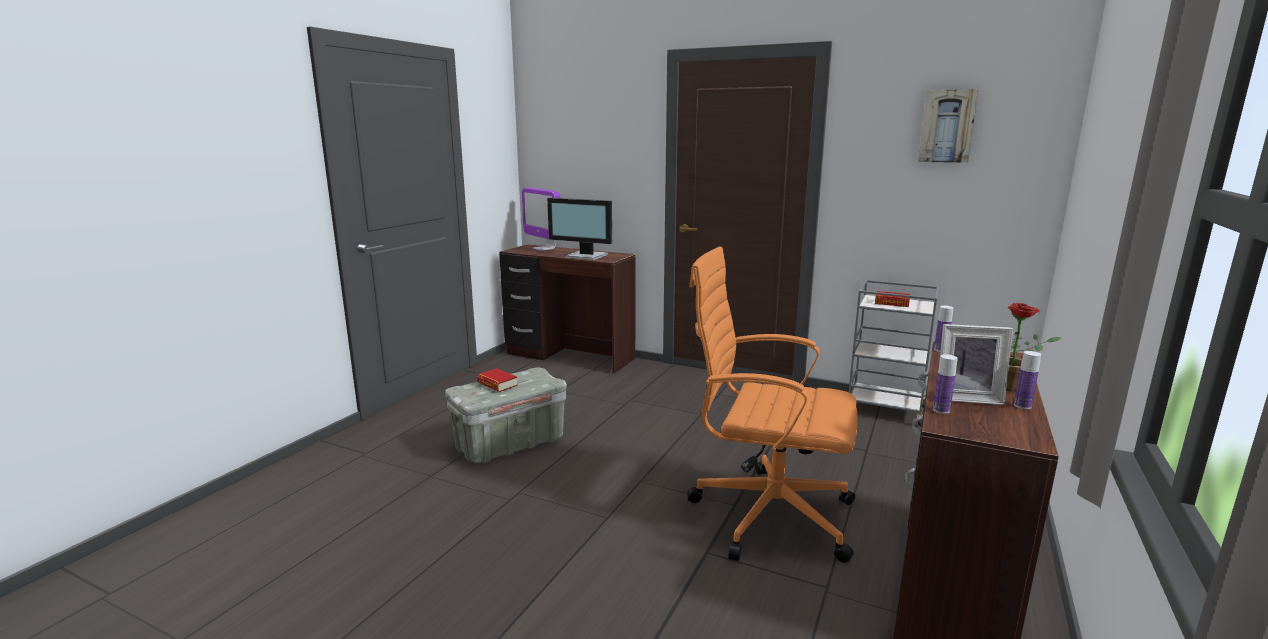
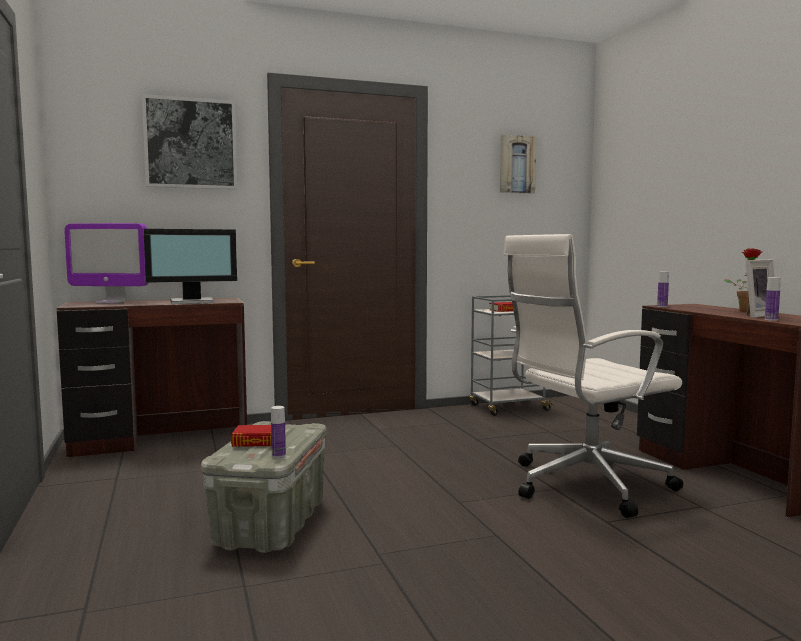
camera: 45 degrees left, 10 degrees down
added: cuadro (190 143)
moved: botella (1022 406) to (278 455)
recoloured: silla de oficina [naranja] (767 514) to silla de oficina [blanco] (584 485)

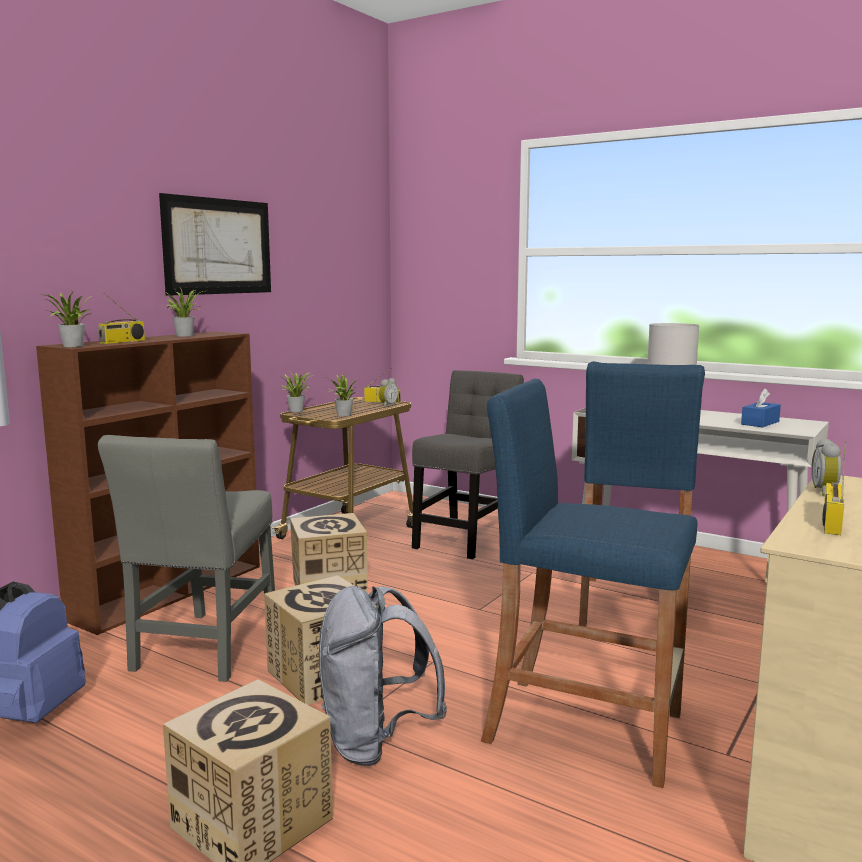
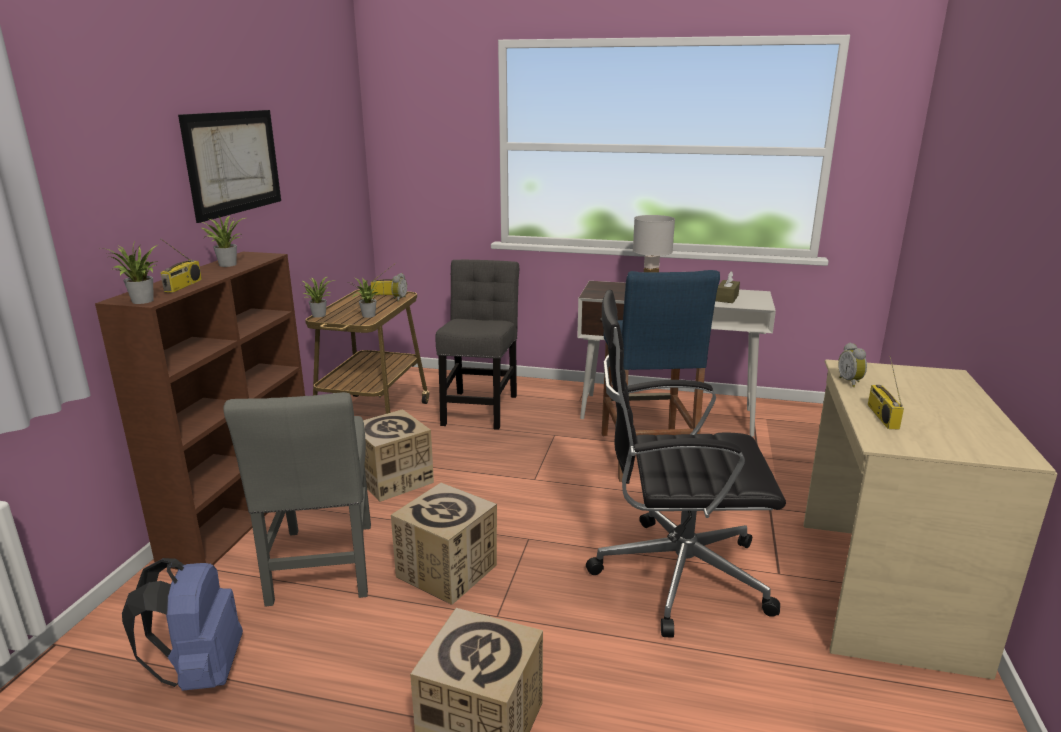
camera: 20 degrees left, 10 degrees up
removed: mochila [gris] (375 742)
replaced: taburete [azul] (584 728) to silla de oficina [negro] (675 574)
recoloured: caja de pañuelos [azul] (760 423) to caja de pañuelos [marrón] (727 298)

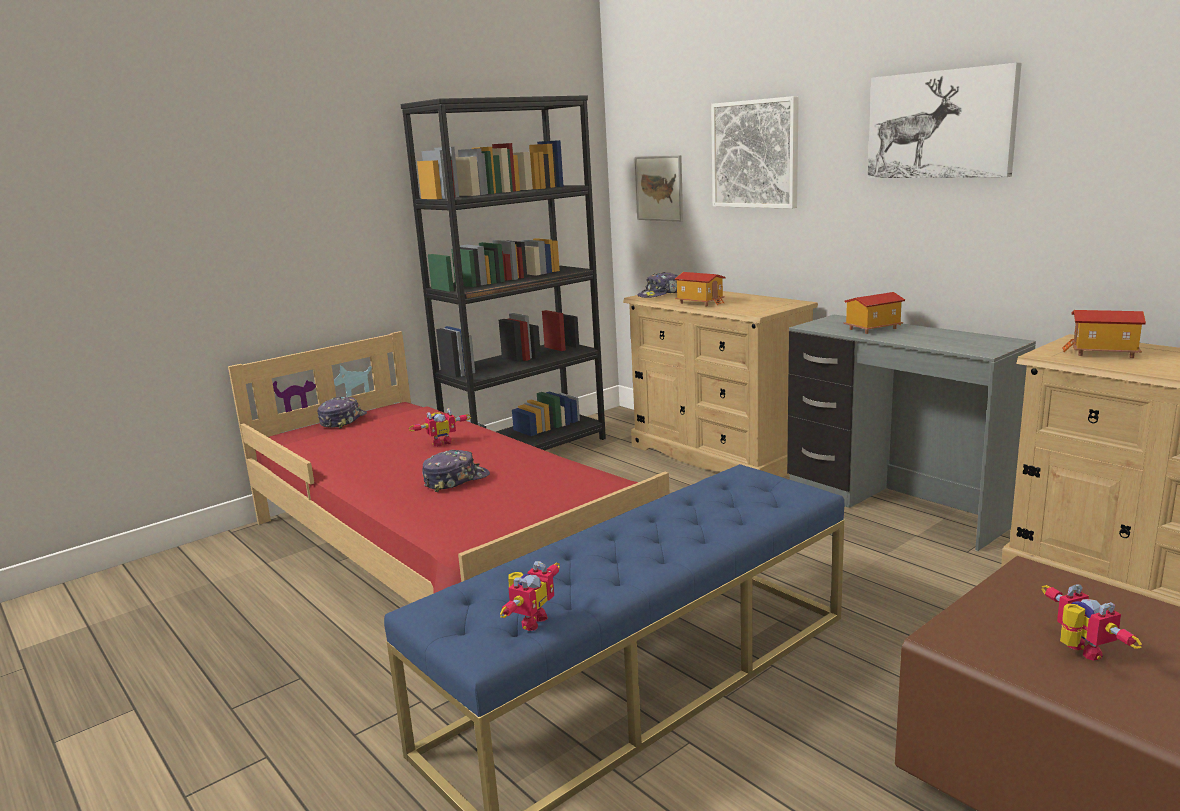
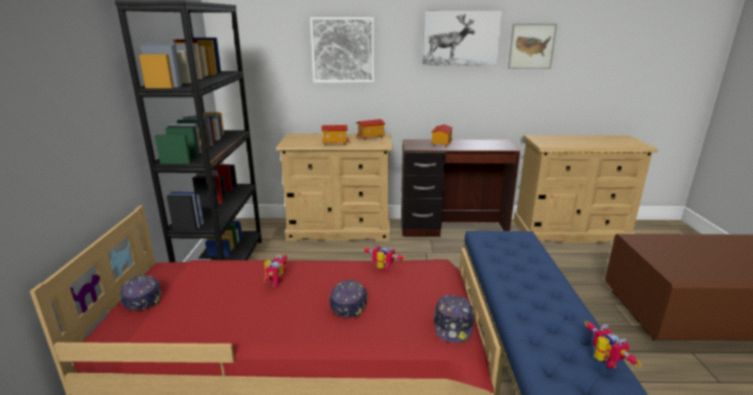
camera: 50 degrees left, 5 degrees up
moved: cuadro (659 188) to (531 46); gorra (661 295) to (453 325); robot de juguete (1078 652) to (382 269); casita (1103 353) to (370 137)
recoloured: escritorio [gris] (894 506) to escritorio [marrón] (453 229)

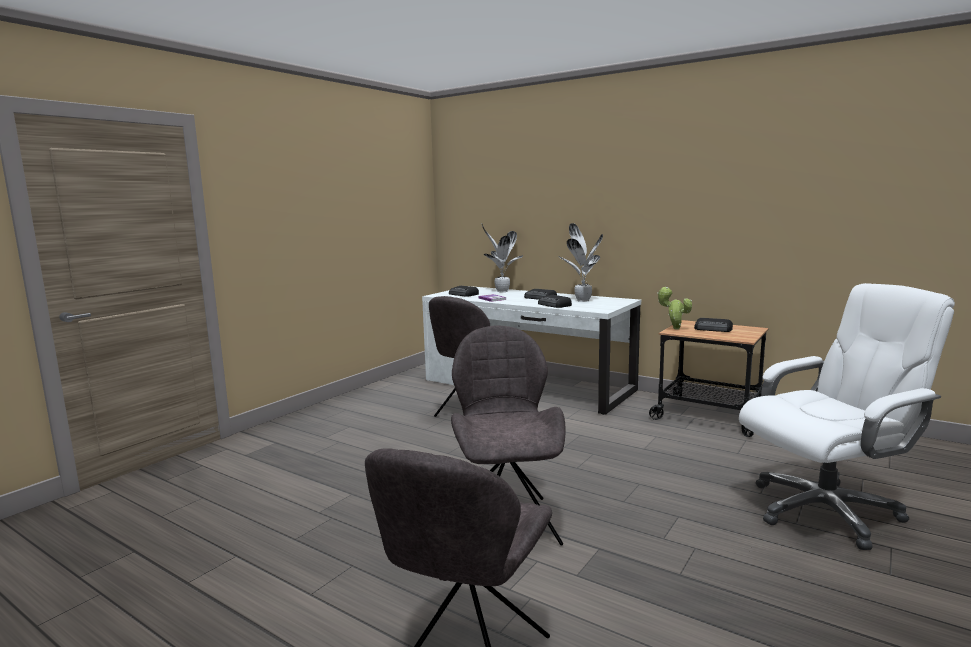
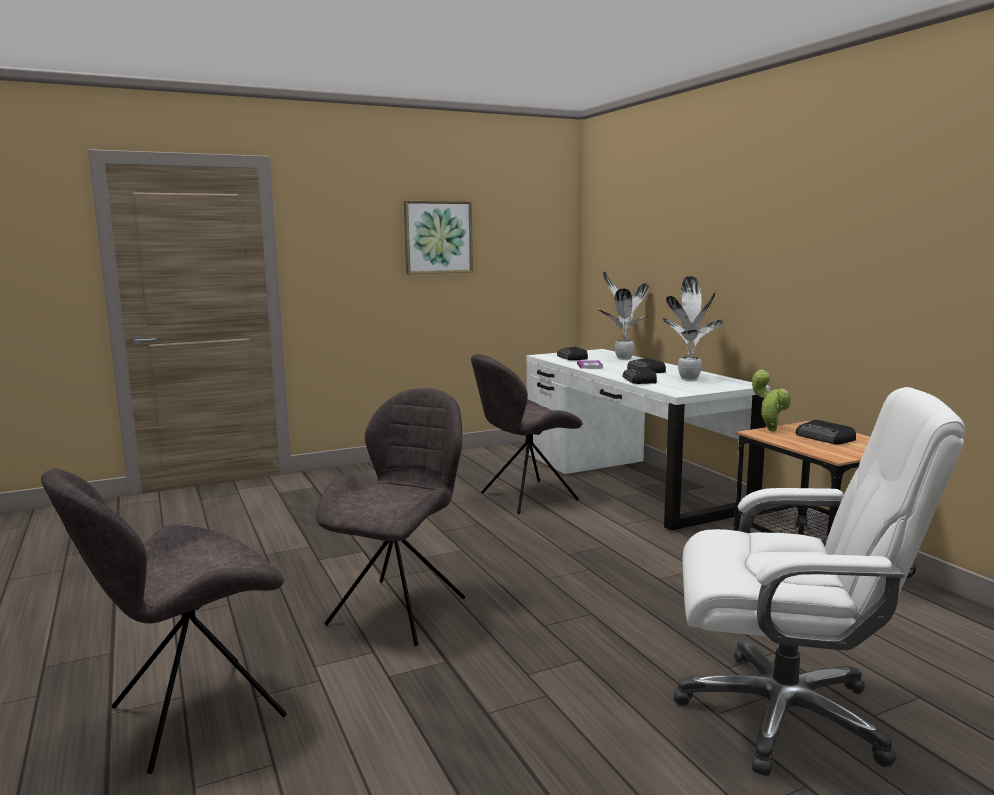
camera: 30 degrees right, 0 degrees up
added: cuadro (438 237)

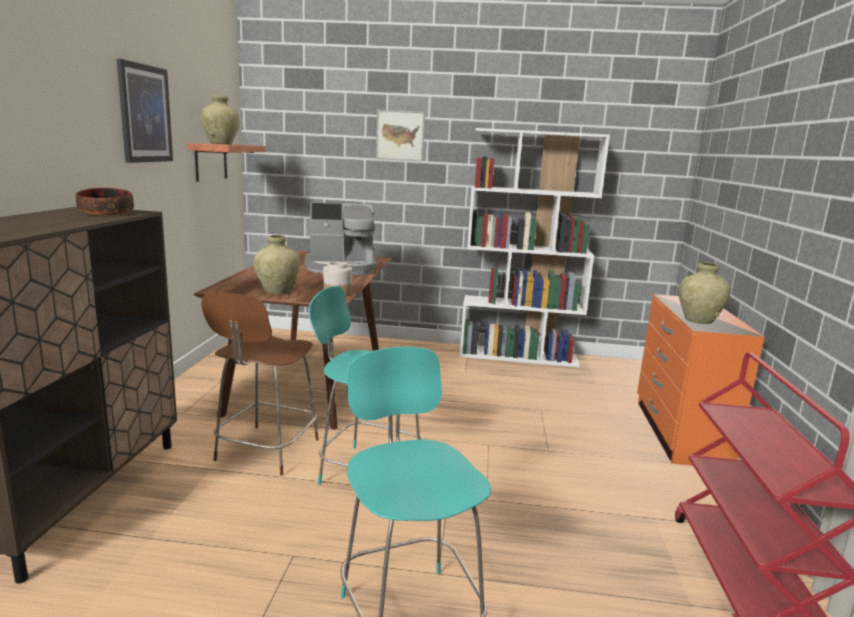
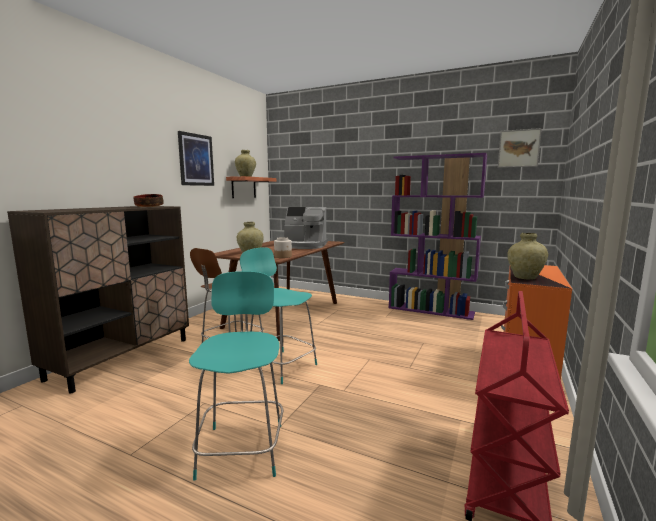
camera: 20 degrees right, 5 degrees down
moved: cuadro (400 135) to (518 148)
recoloured: estantería [blanco] (519 356) to estantería [morado] (431 310)

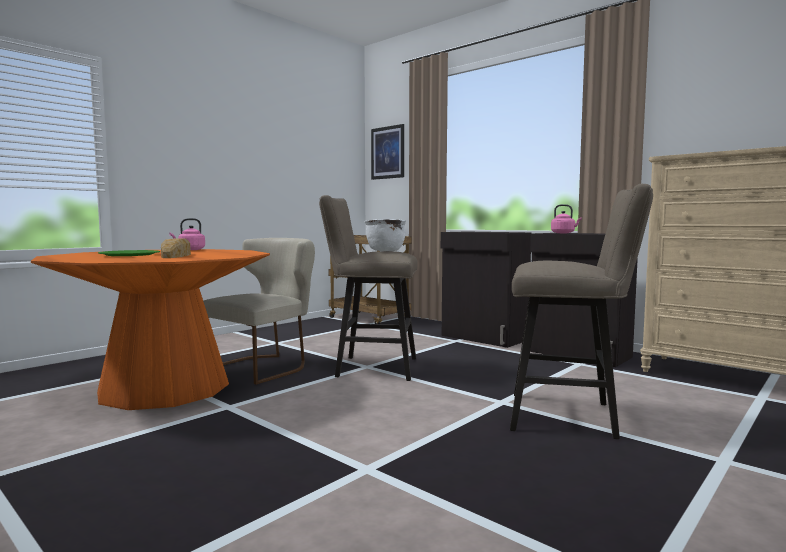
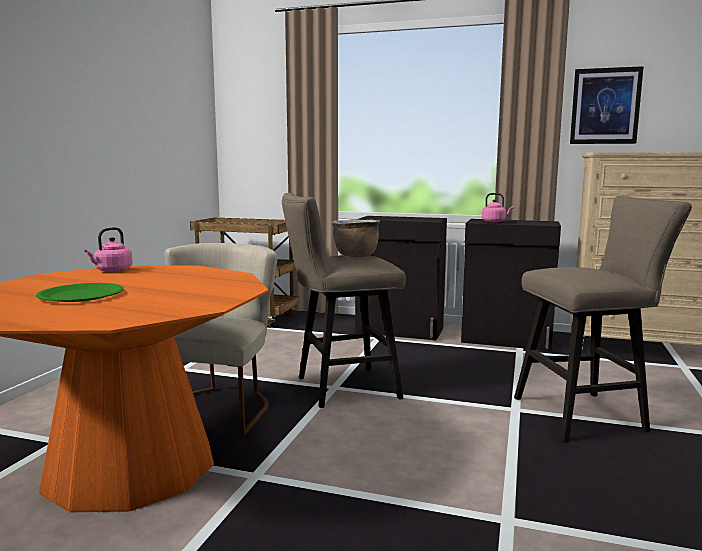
camera: 25 degrees left, 5 degrees up
removed: pan (176 256)
moved: cuadro (388 152) to (605 106)
recoloured: olla [blanco] (385 251) to olla [marrón] (355 256)

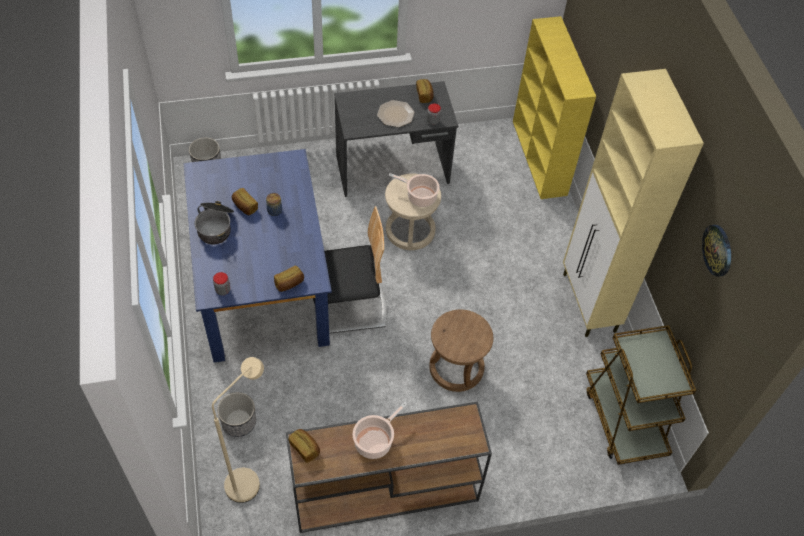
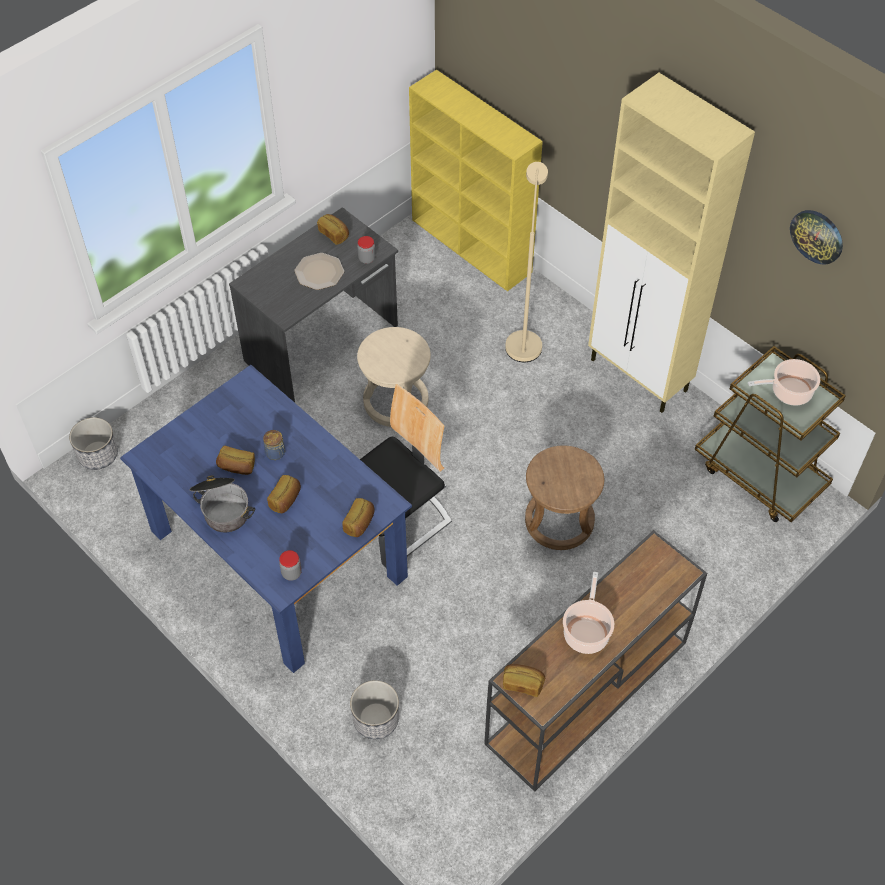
camera: 30 degrees left, 0 degrees up
added: pan (286 500)
moved: lámpara de pie [beis] (249 478) to (524 340); olla (419 196) to (788 392)

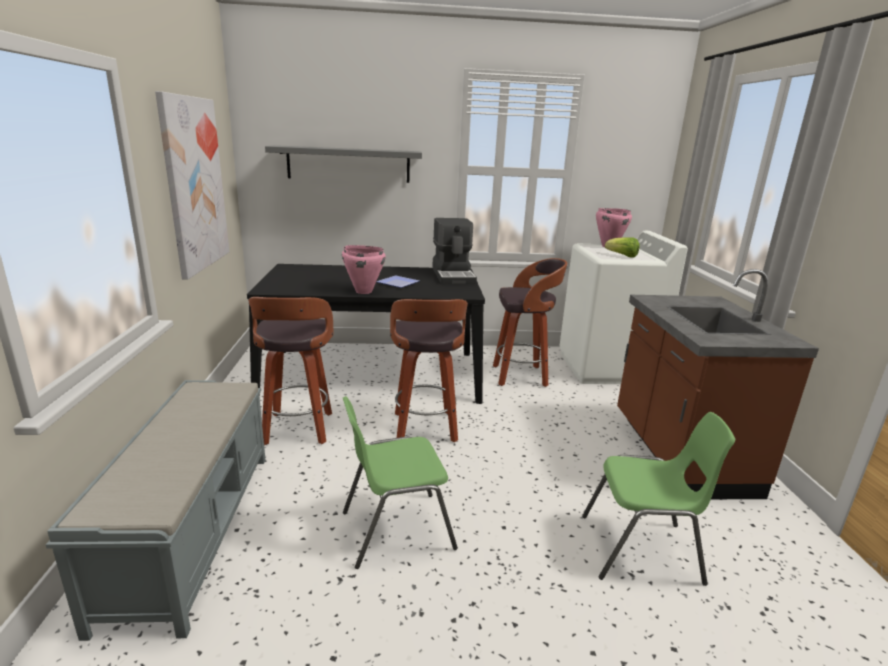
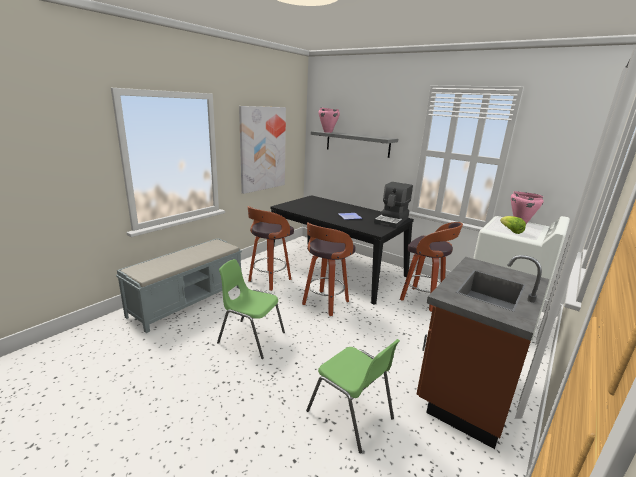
camera: 40 degrees right, 0 degrees up
moved: olla [rosa] (363 291) to (328 132)

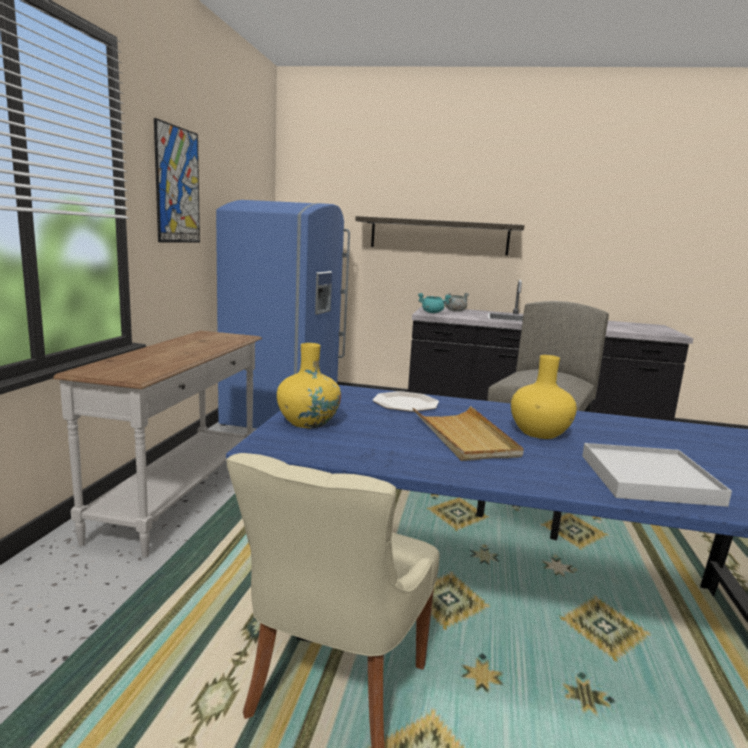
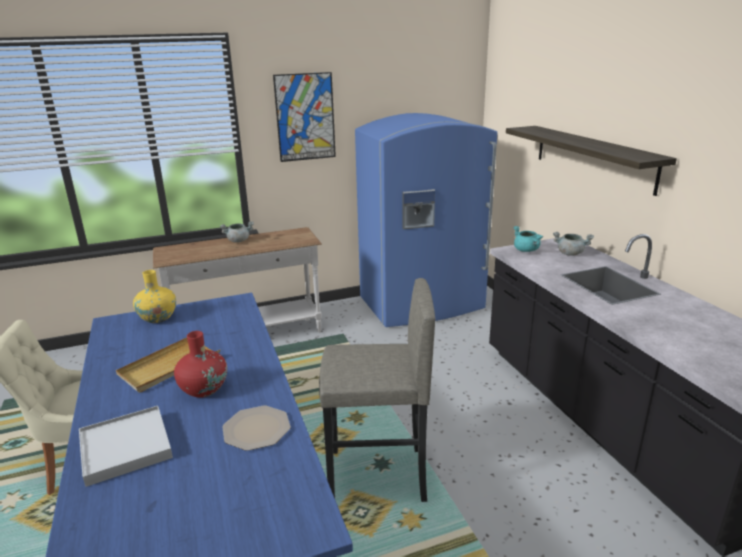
camera: 60 degrees right, 10 degrees up
added: olla [gris] (238 240)
moved: plato (406 403) to (256 429)
recoloured: florero [amarillo] (539 433) to florero [rojo] (204 389)

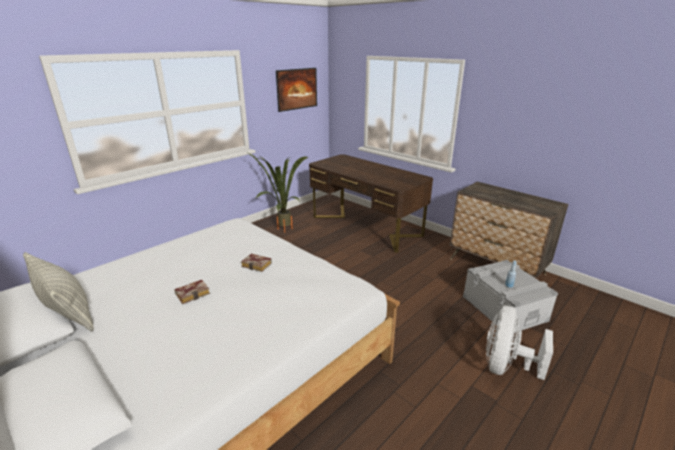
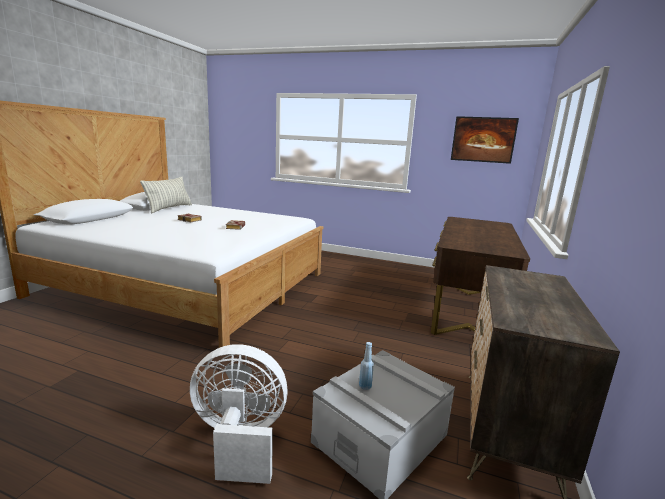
camera: 65 degrees right, 10 degrees down
removed: planta en maceta (280 230)

